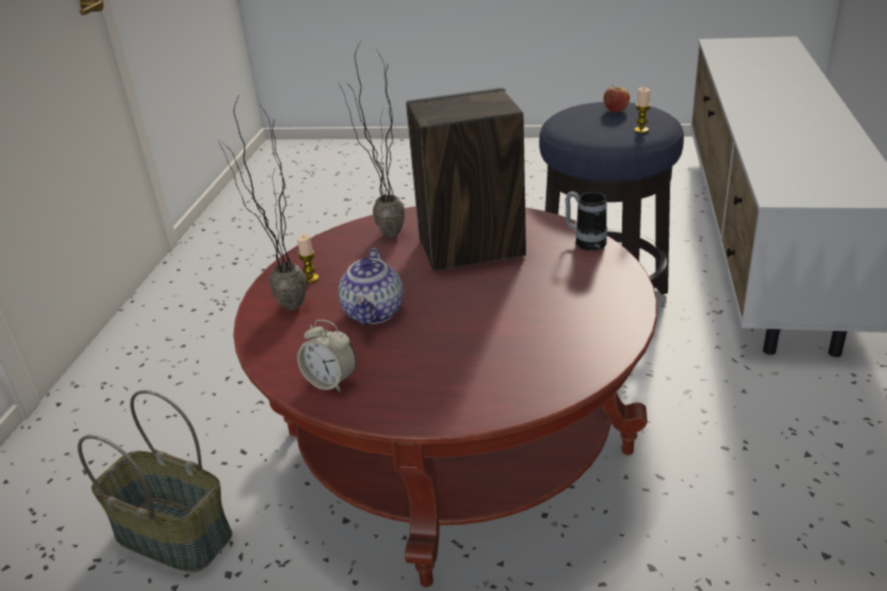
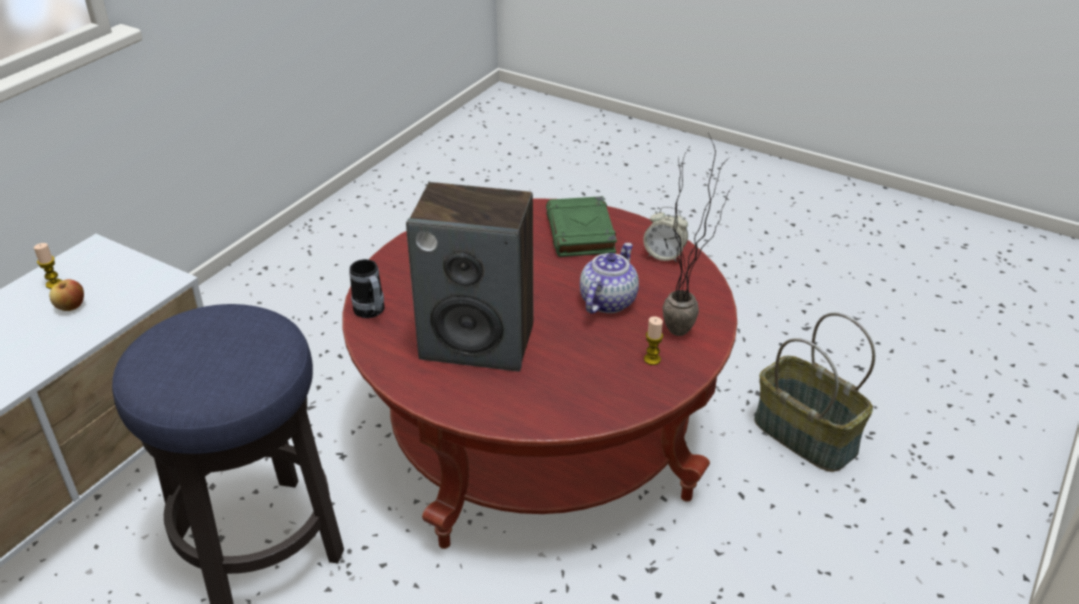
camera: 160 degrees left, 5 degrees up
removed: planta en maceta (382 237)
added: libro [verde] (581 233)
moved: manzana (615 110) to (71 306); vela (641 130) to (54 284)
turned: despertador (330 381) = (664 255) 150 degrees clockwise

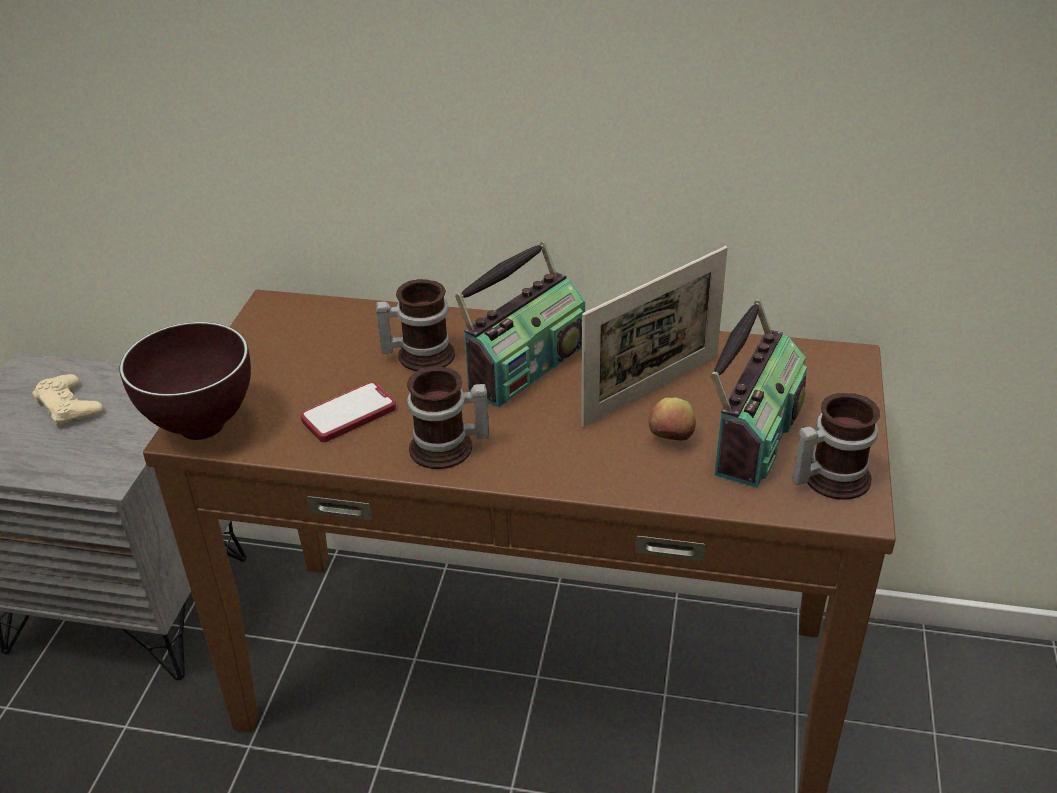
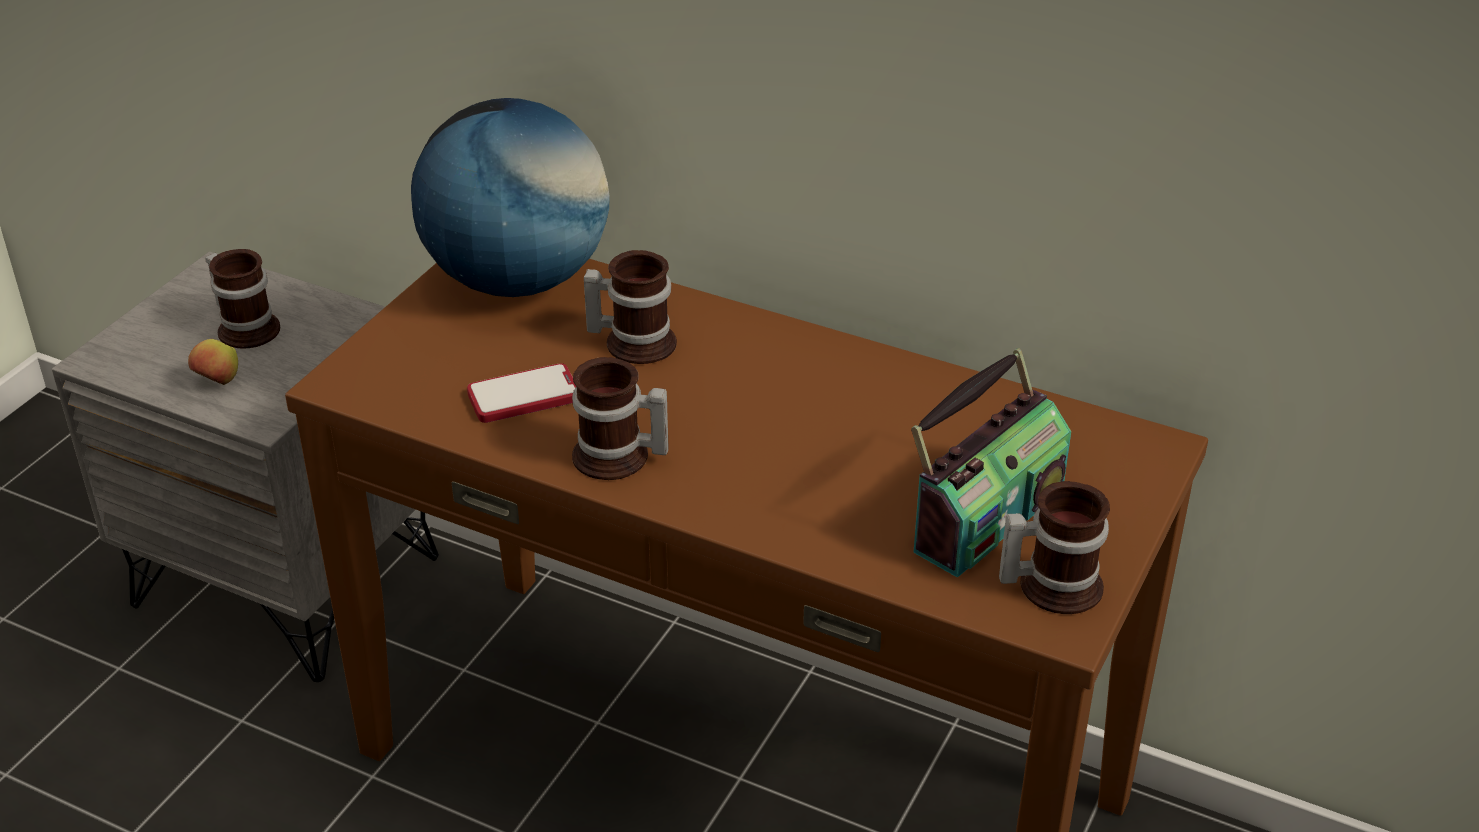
camera: 15 degrees right, 0 degrees up
removed: cuenco [marrón] (203 429); radio (524 366); portarretratos (651 390)
added: globo terráqueo (518 280)
moved: manzana (671 439) to (218 382)
replaced: mando de consola [beis] (69 406) to taza grande (247 327)

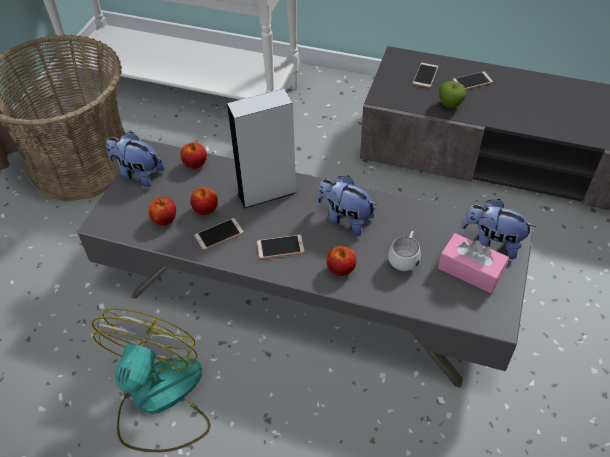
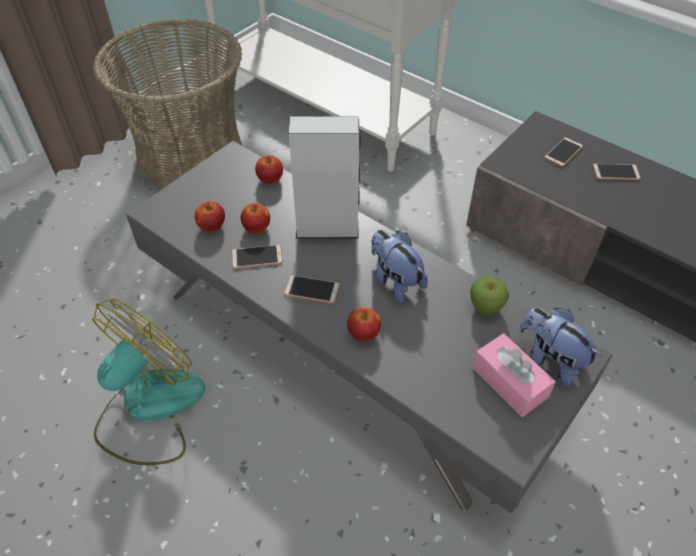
camera: 20 degrees right, 0 degrees up
removed: peluche (138 174); taza grande [blanco] (405 259)
moved: manzana (450 104) to (485 307)

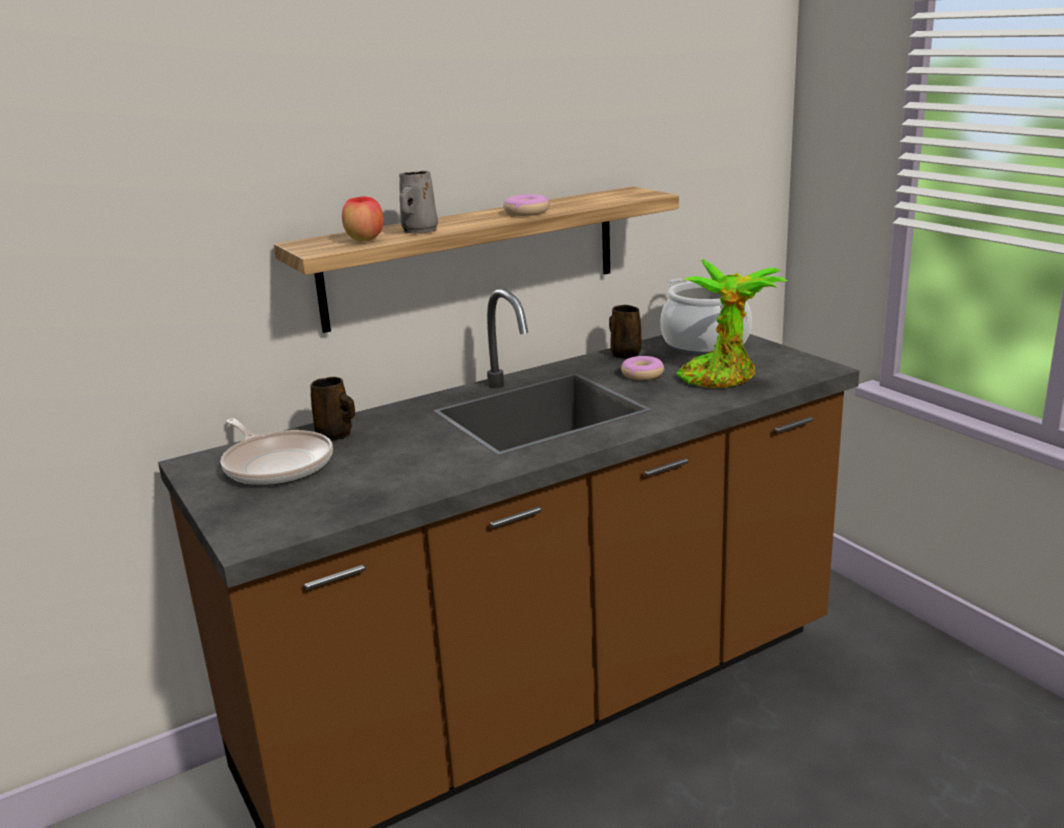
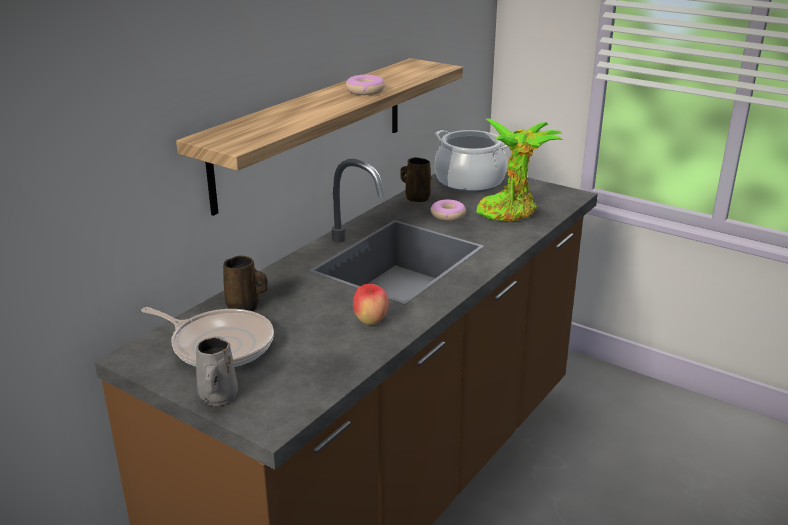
camera: 25 degrees left, 5 degrees up
moved: manzana (365 240) to (371 321); taza grande [gris] (418 231) to (218 398)

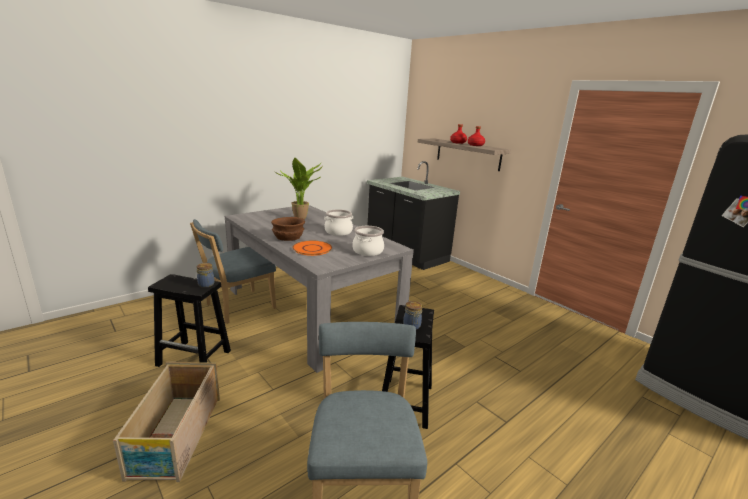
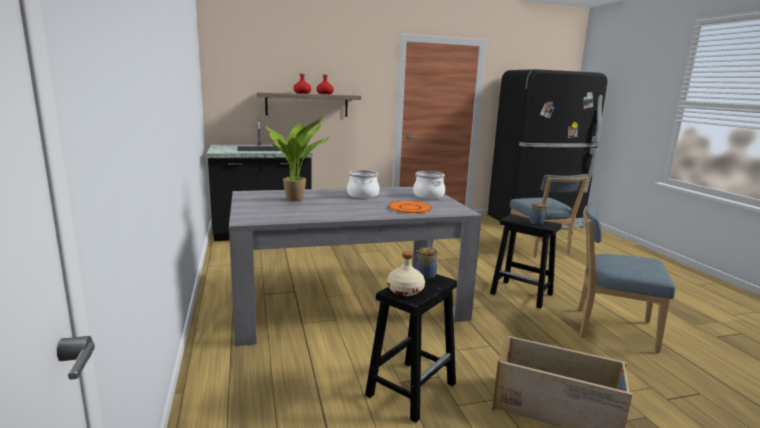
camera: 65 degrees left, 5 degrees down
removed: cuenco [marrón] (288 238)
added: botella [beis] (406 290)
moved: silla [azul] (237 307) to (540 249)

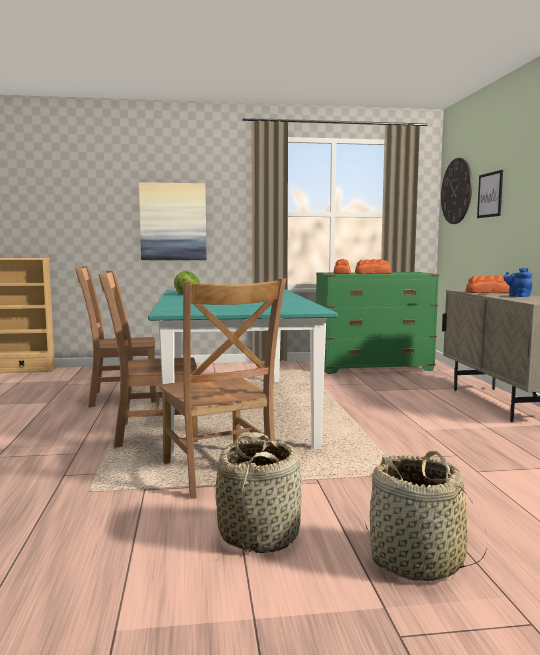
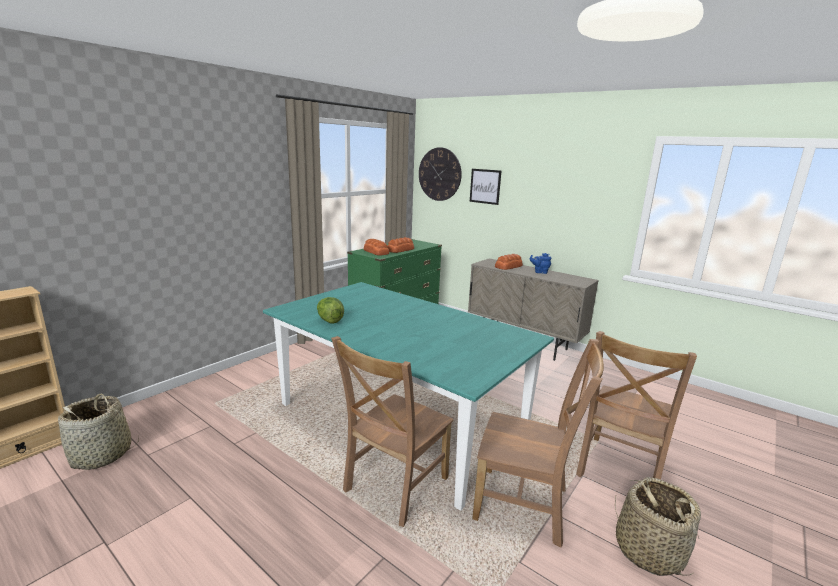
camera: 45 degrees left, 10 degrees up
removed: cuadro (173 222)
moved: silla [marrón] (119 397) to (619 470); cesta (417 561) to (102 455)

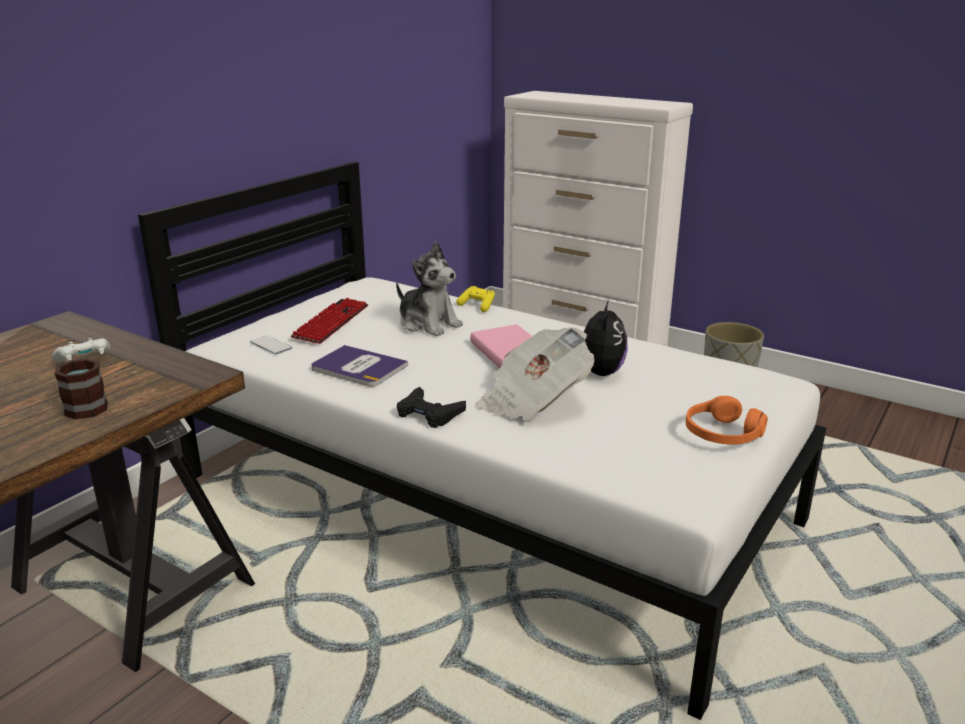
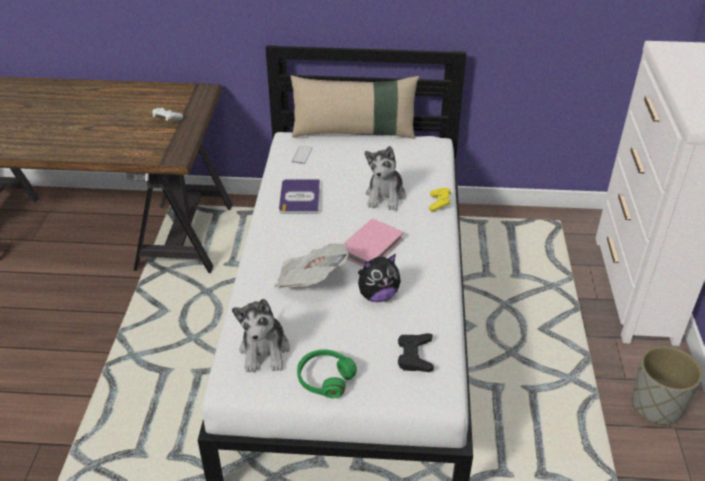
camera: 60 degrees right, 15 degrees up
removed: taza grande (83 406); teclado (331 322)
added: peluche (265 350); cojín [beis] (354 132)
moved: mando de consola [negro] (429 413) to (415 356)
recoloured: auriculares [naranja] (722 434) to auriculares [verde] (325 378)

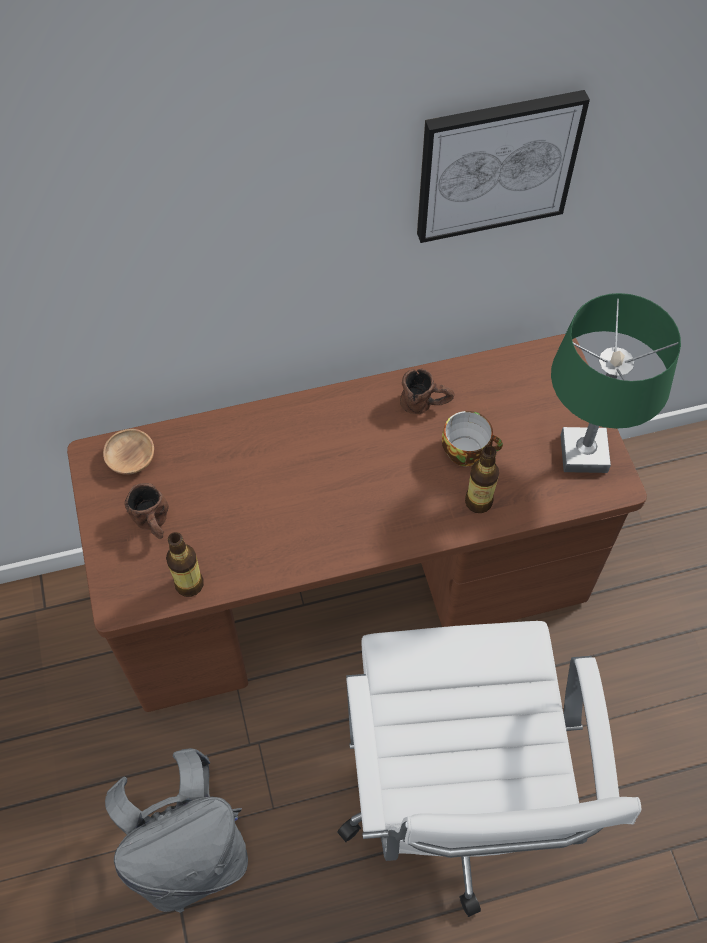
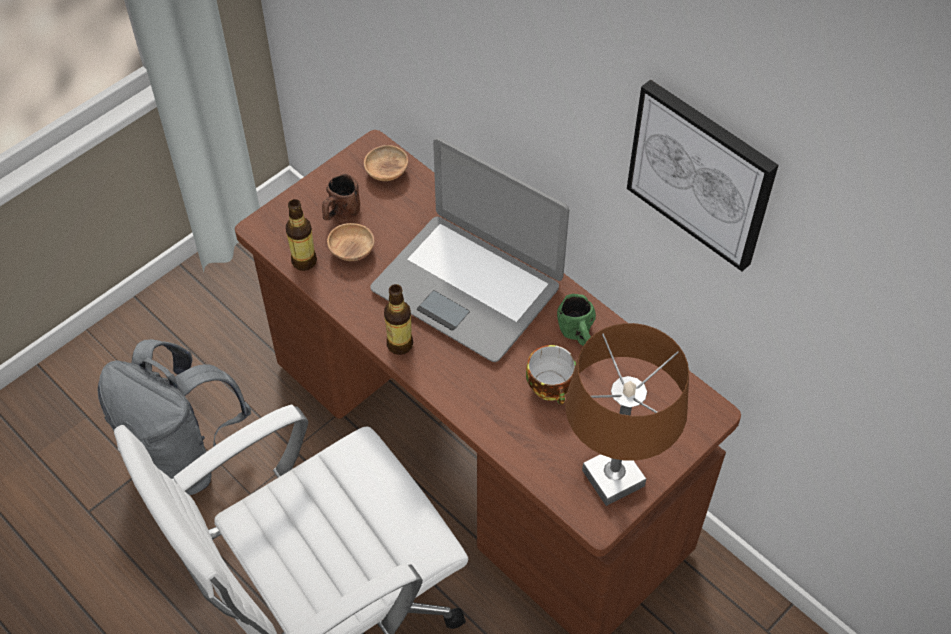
camera: 60 degrees right, 5 degrees down
added: cuenco [marrón] (351 250); portátil (467 287)
moved: botella (478 502) to (400 344)
recoloured: taza grande [marrón] (426 404) to taza grande [verde] (578 336); lámpara de mesa [verde] (584 453) to lámpara de mesa [marrón] (613 479)

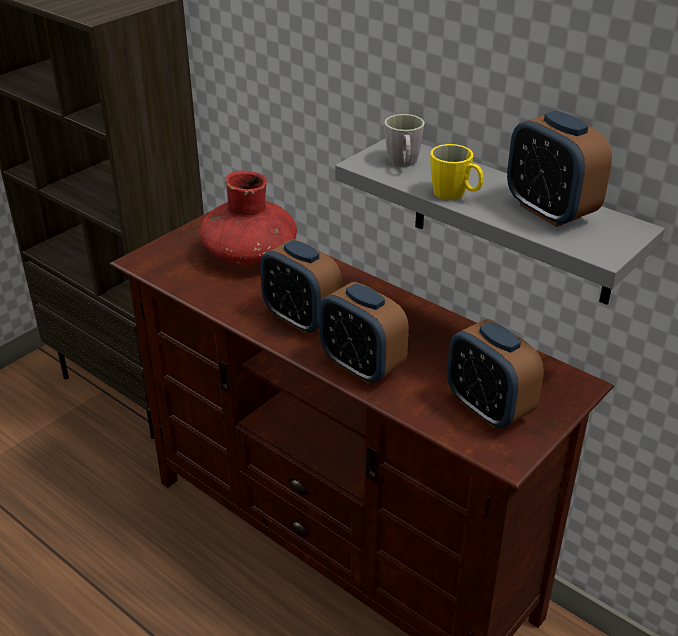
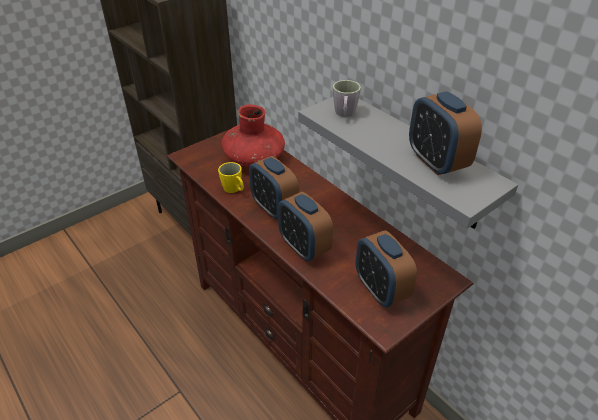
camera: 10 degrees right, 5 degrees up
moved: taza grande [amarillo] (455 195) to (234 190)

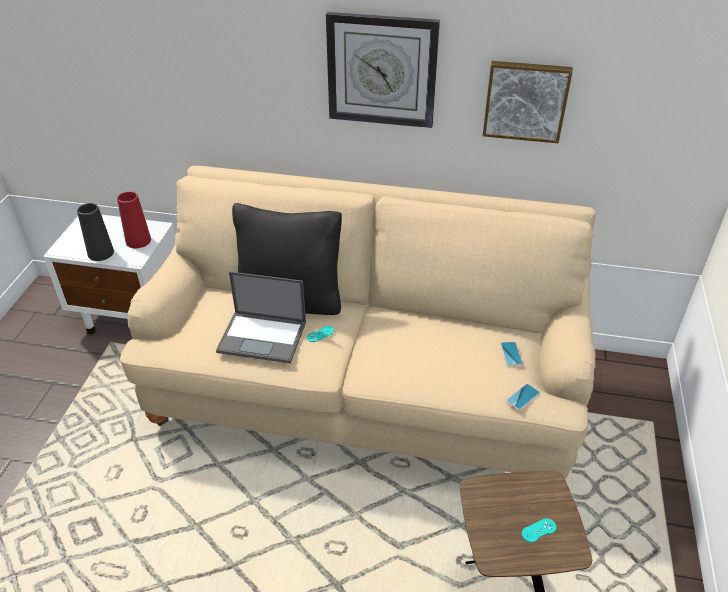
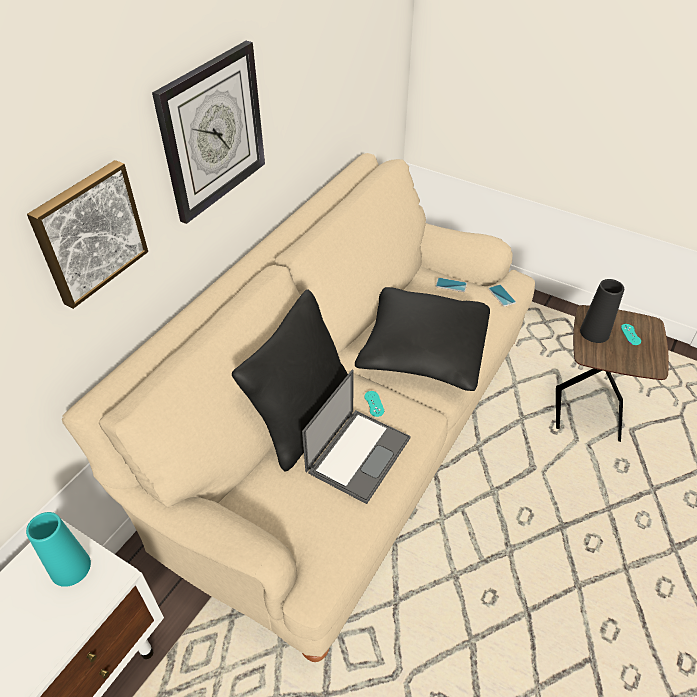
camera: 70 degrees left, 5 degrees up
added: cojín [negro] (423 350)
moved: florero [negro] (101 253) to (594 332); cuadro (525 100) to (89 232)
recoloured: florero [rojo] (138 241) to florero [turquesa] (70 567)

